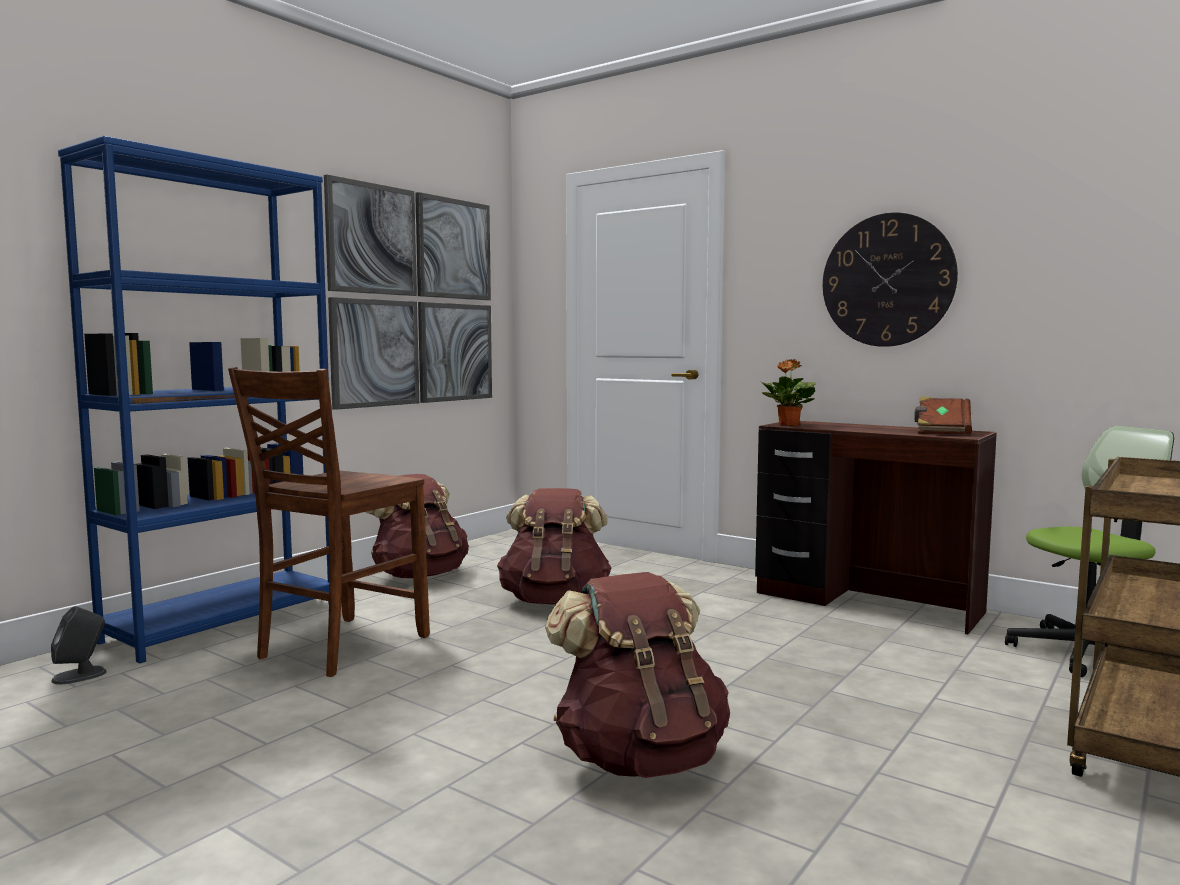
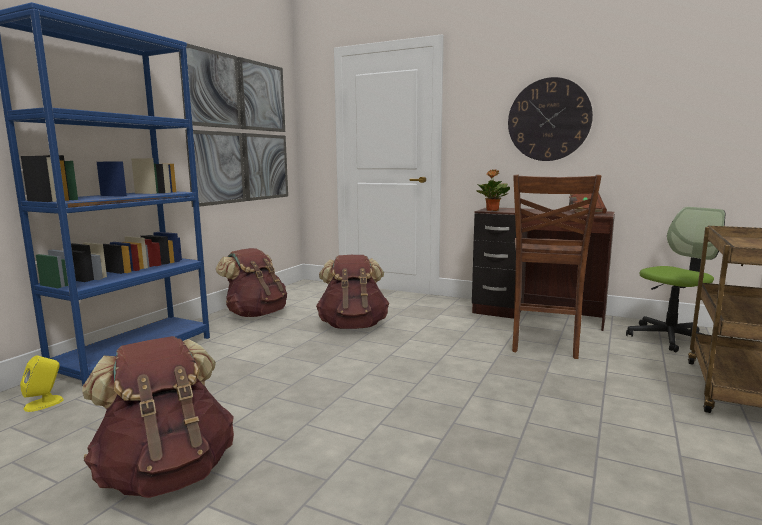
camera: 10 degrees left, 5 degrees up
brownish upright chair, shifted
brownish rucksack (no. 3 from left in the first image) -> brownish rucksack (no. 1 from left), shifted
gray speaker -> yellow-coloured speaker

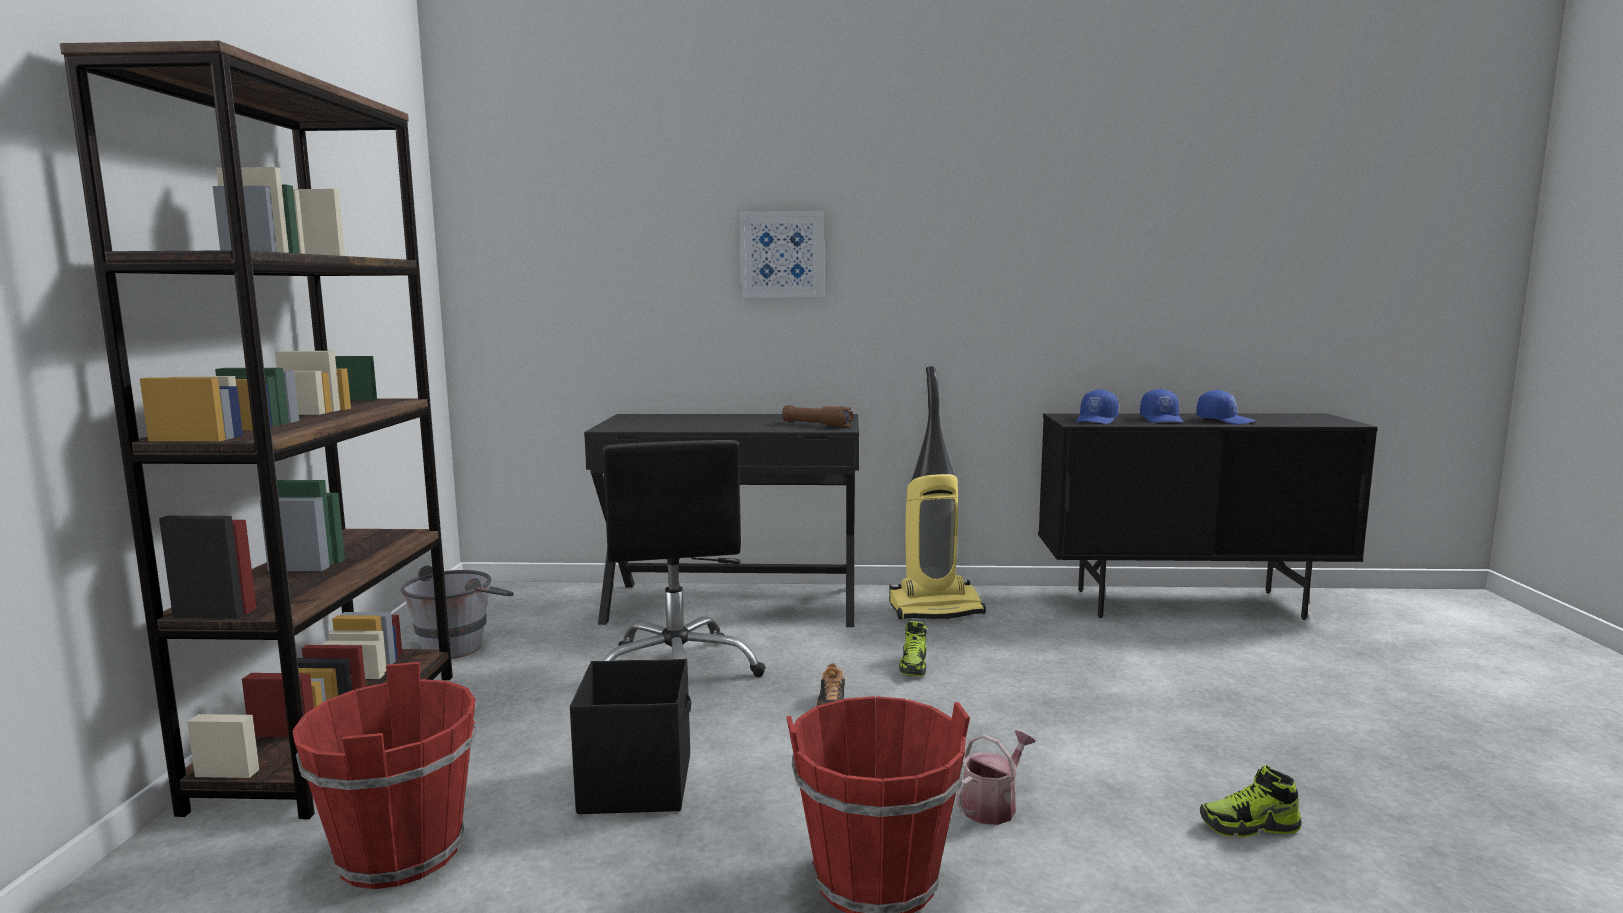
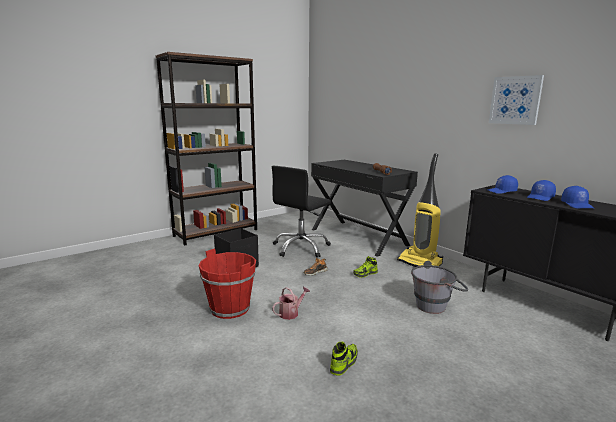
camera: 50 degrees right, 5 degrees up
picture, shifted
gray water bucket, shifted
red water bucket (no. 1 from left) -> none
watering can, 45 degrees counterclockwise
item of footwear (no. 3 from left in the first image) -> item of footwear (no. 2 from left), 75 degrees clockwise

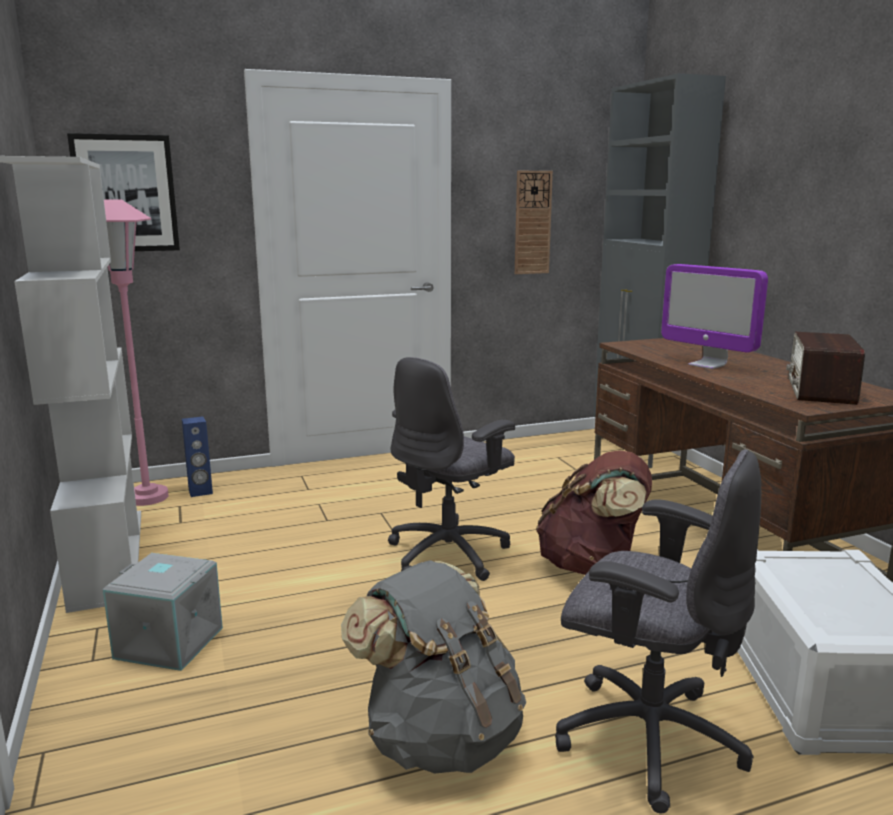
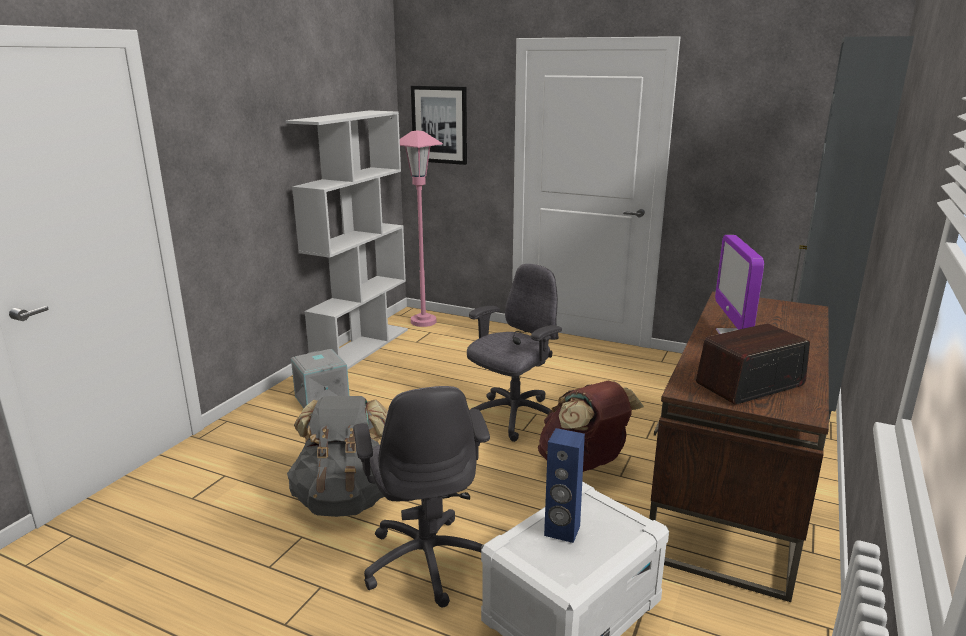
camera: 45 degrees right, 5 degrees up
clock on the wall -> none
gray computer chair (no. 1 from left in the first image) -> gray computer chair (no. 2 from left), 135 degrees clockwise
blue-coloured speaker, shifted

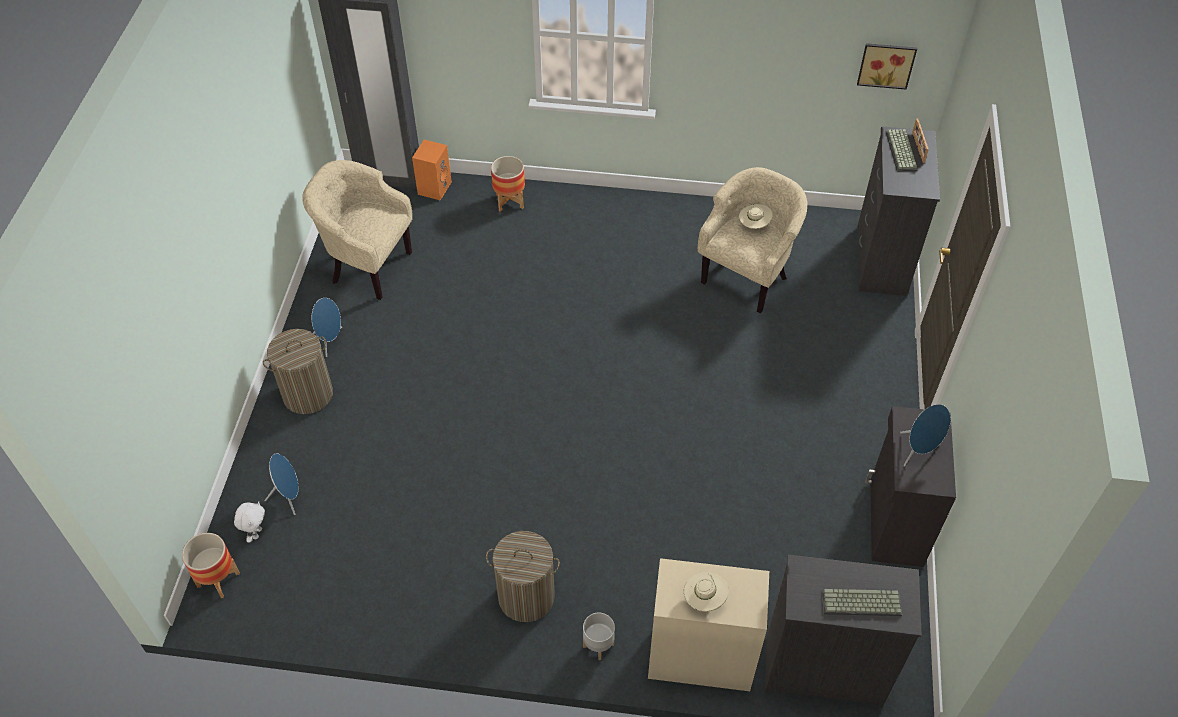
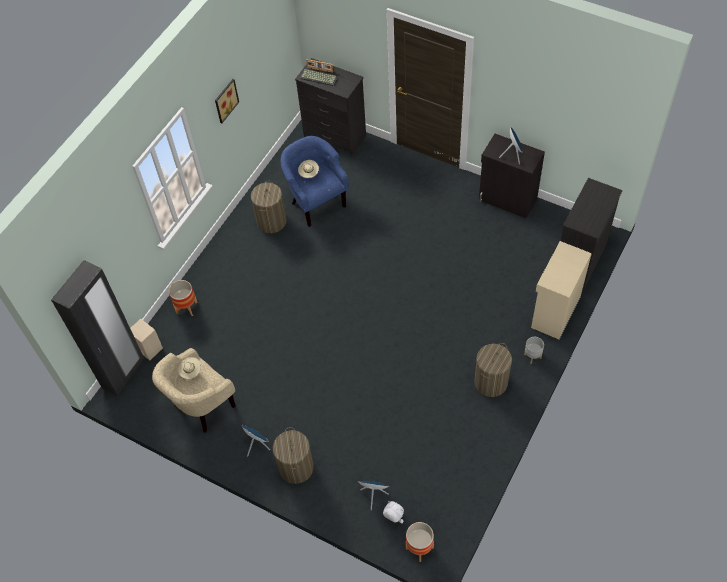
camera: 65 degrees left, 5 degrees up
picture, shifted
orange speaker -> beige speaker
beige lounge chair (no. 2 from left) -> blue-coloured lounge chair
beige wearable hat (no. 1 from left), shifted
keyboard (no. 1 from left) -> none
none -> hamper (no. 1 from left)

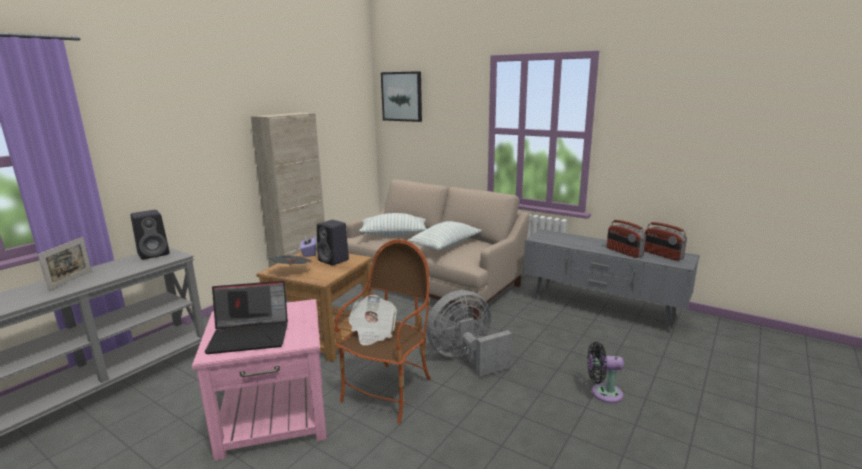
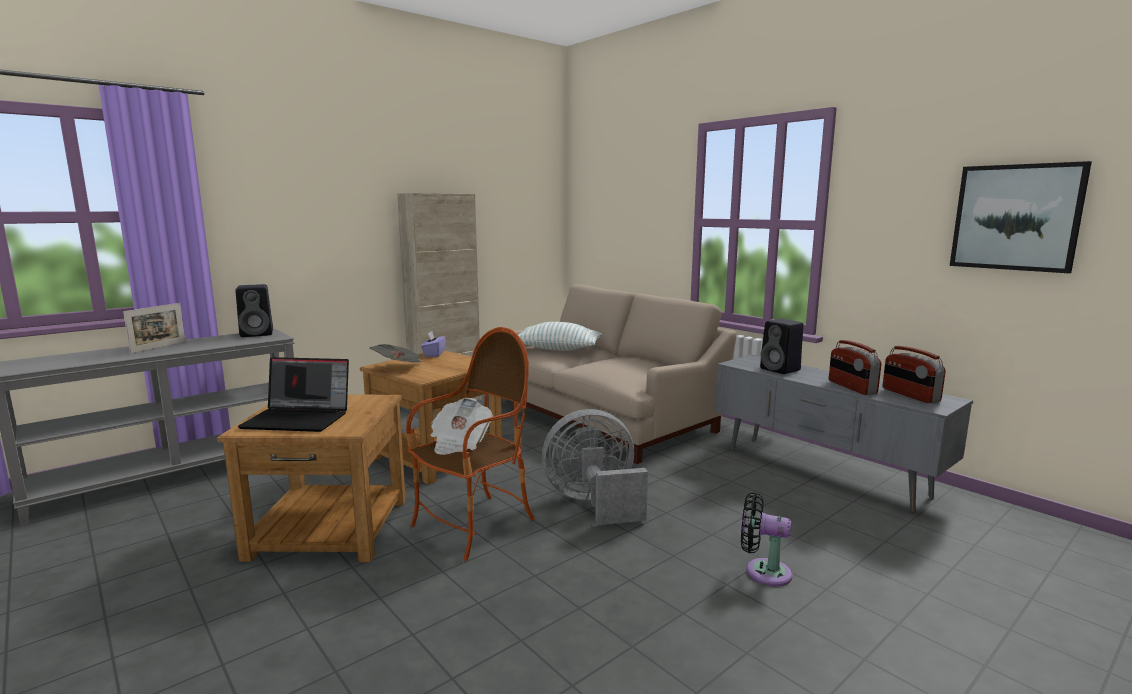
camera: 15 degrees right, 5 degrees down
picture, shifted
black-coloured speaker (no. 2 from left), shifted
cushion (no. 2 from left) -> none
pinkish accent table -> brownish accent table (no. 1 from left)

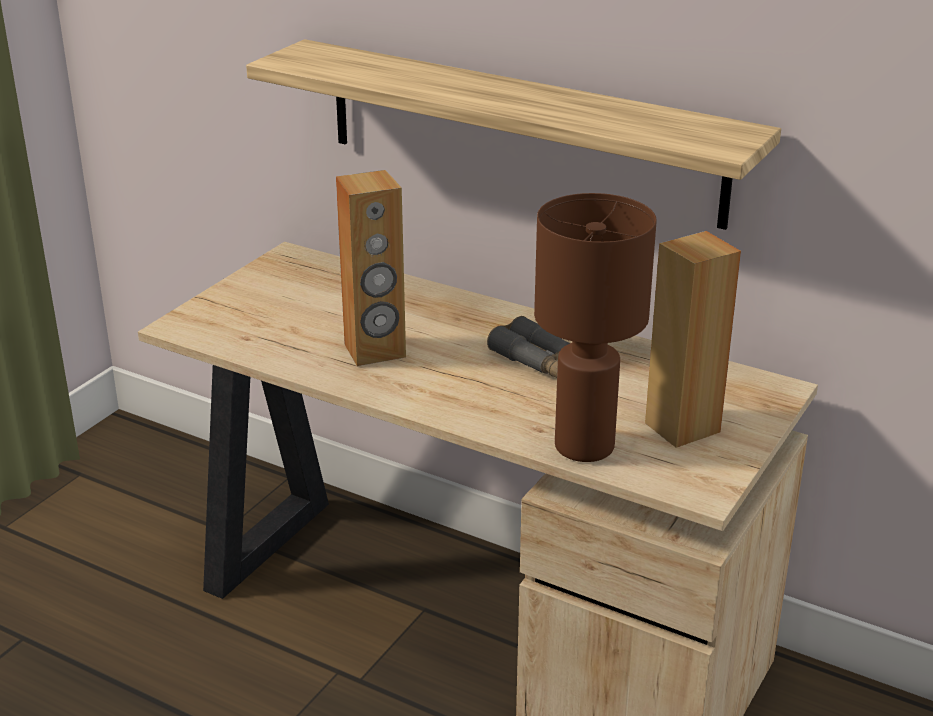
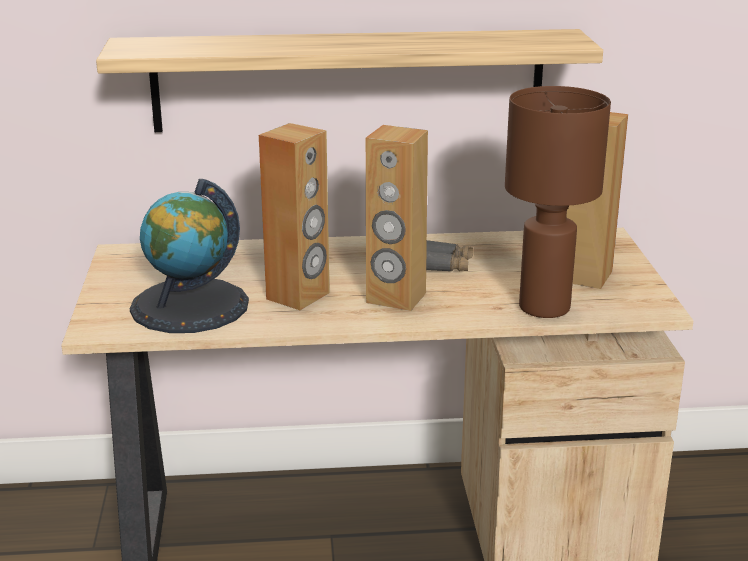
camera: 35 degrees left, 5 degrees down
none -> brownish speaker (no. 2 from left)
none -> world globe

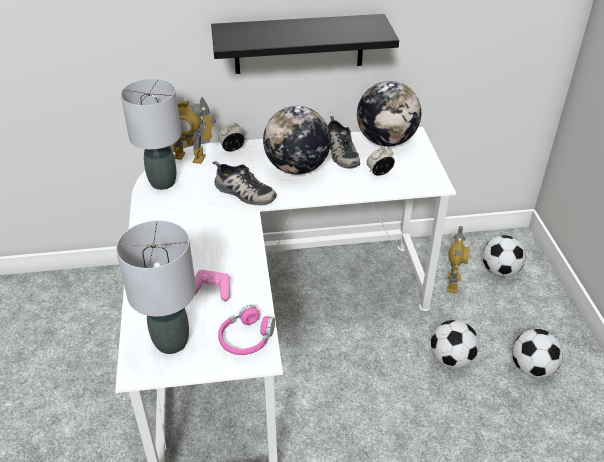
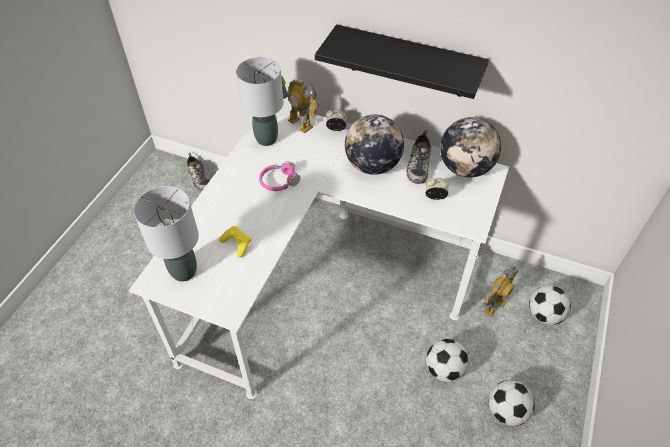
camera: 30 degrees right, 10 degrees up
item of footwear (no. 1 from left), shifted
pinkish game controller -> yellow-coloured game controller
pinkish pair of headphones, shifted

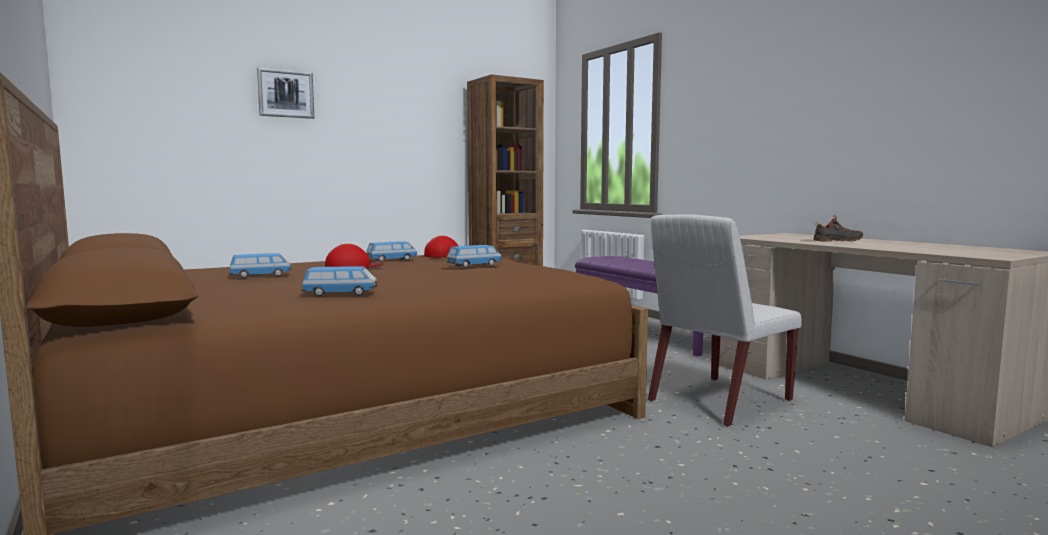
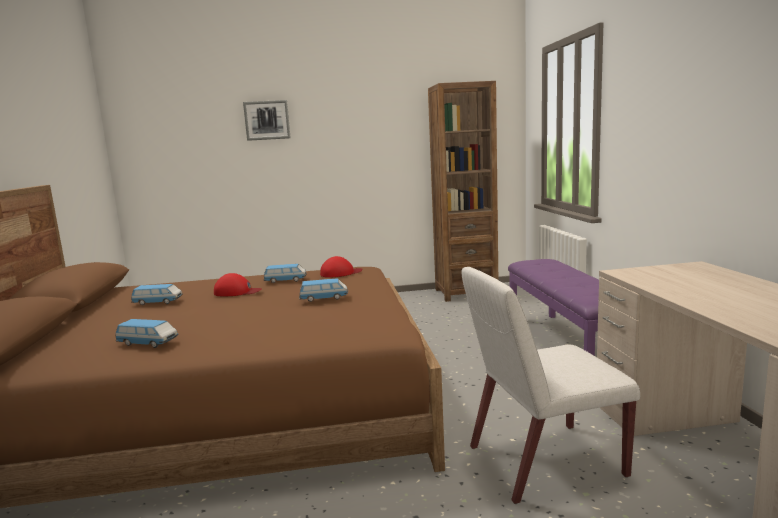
camera: 25 degrees right, 5 degrees up
black-coloured item of footwear -> none

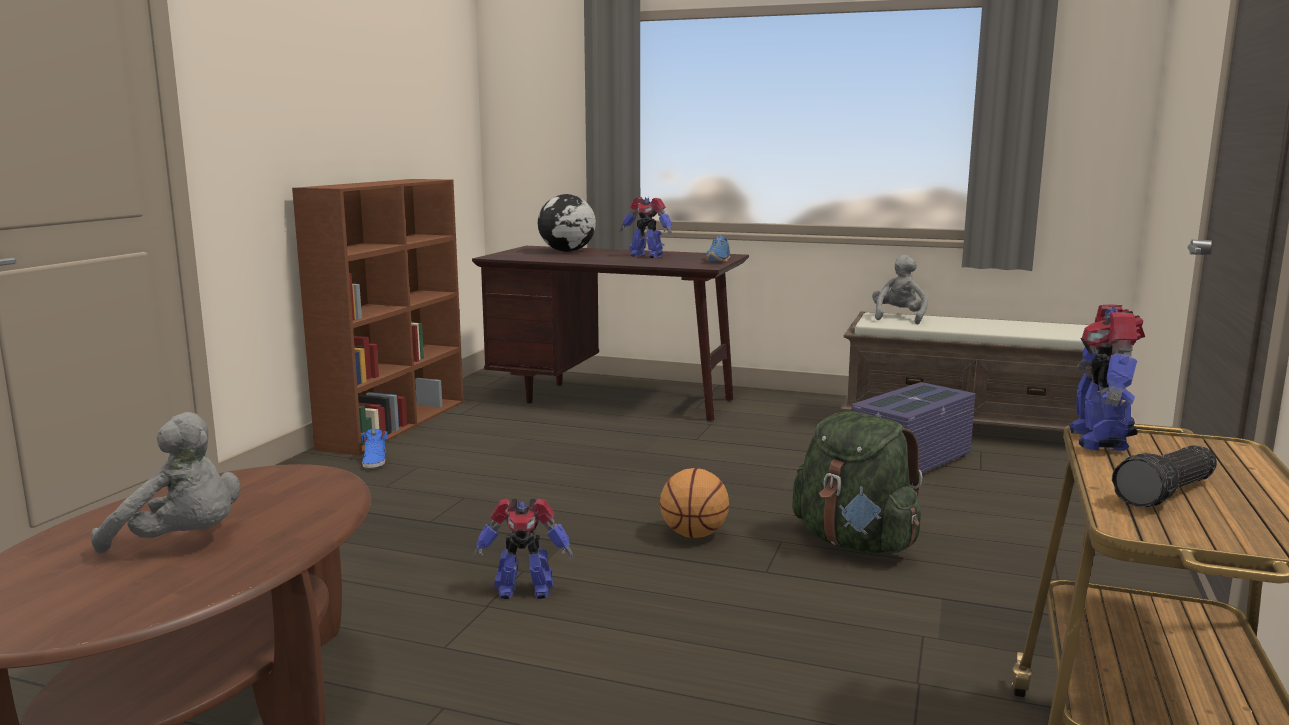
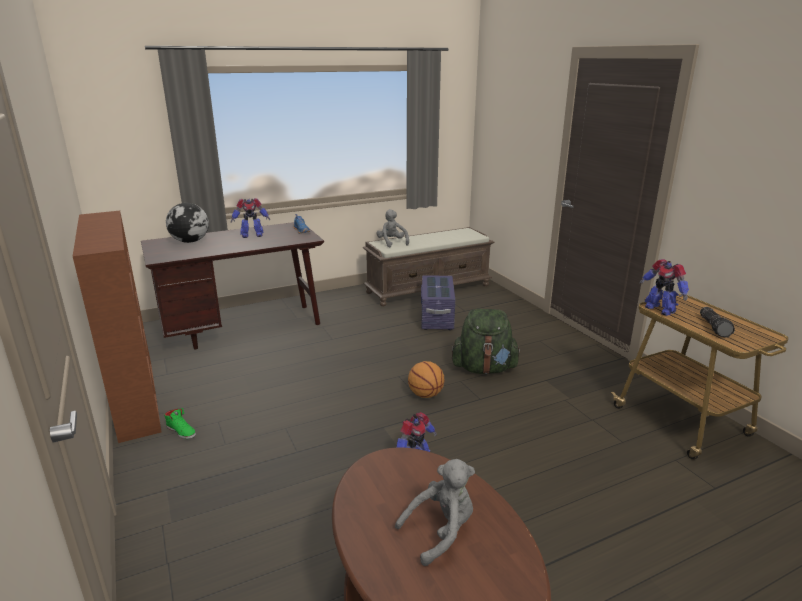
camera: 45 degrees left, 10 degrees up
blue-coloured item of footwear (no. 1 from left) -> green item of footwear

